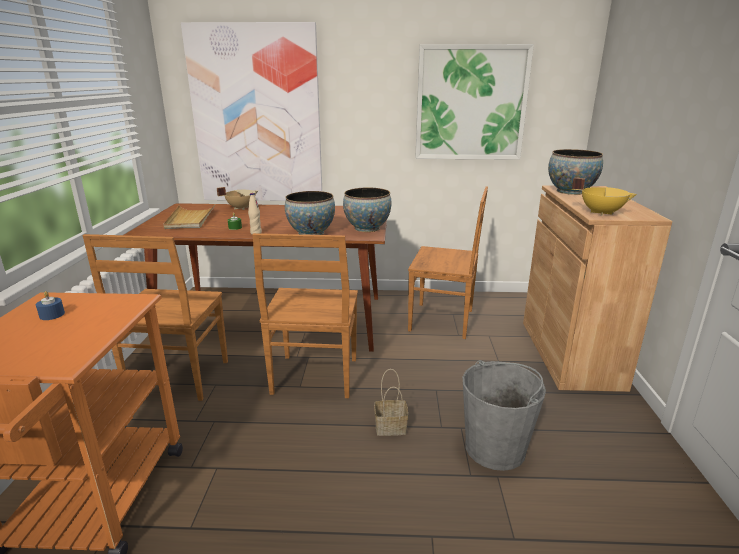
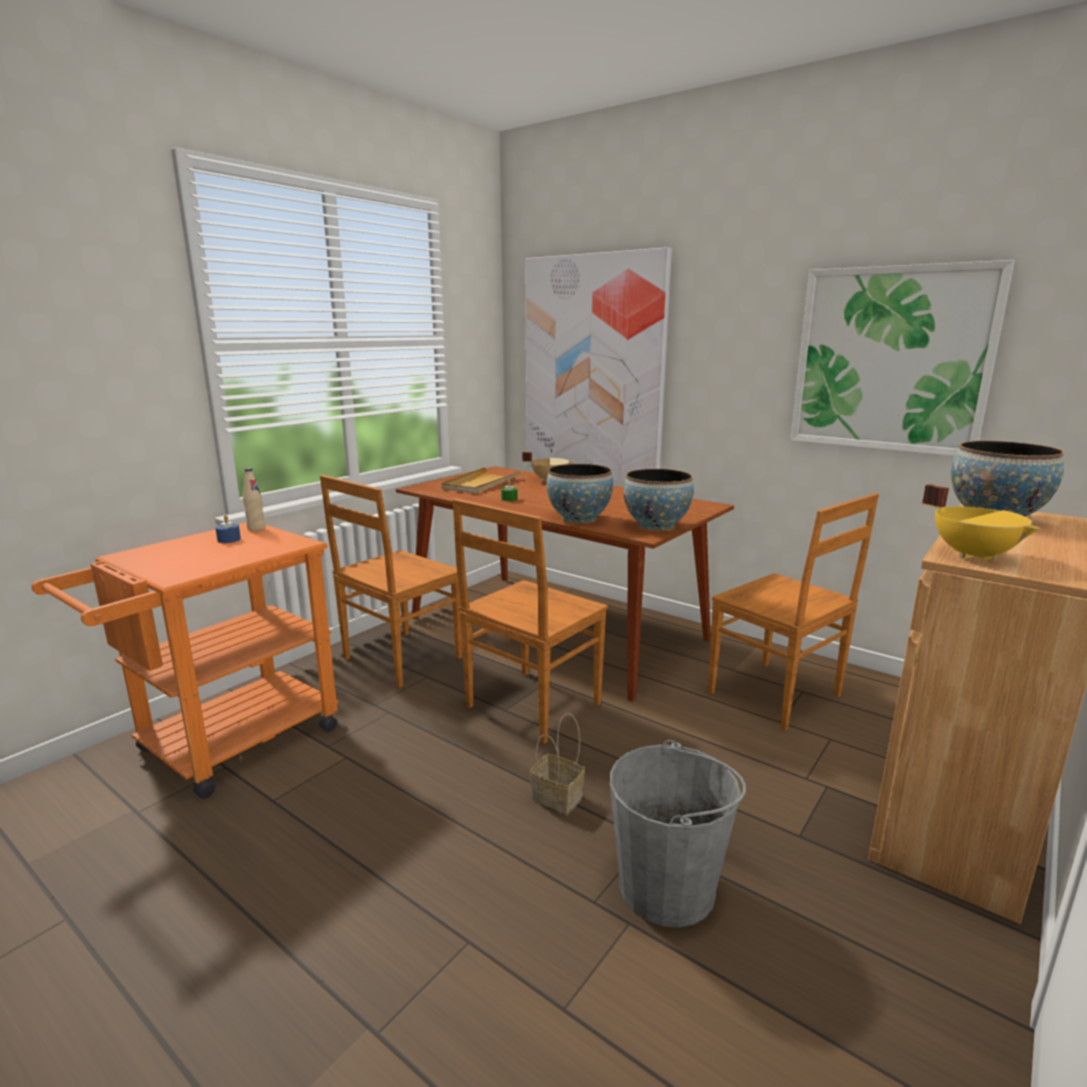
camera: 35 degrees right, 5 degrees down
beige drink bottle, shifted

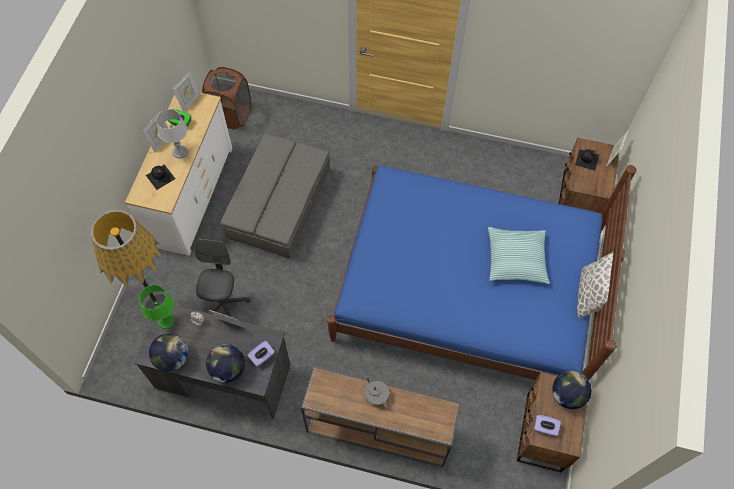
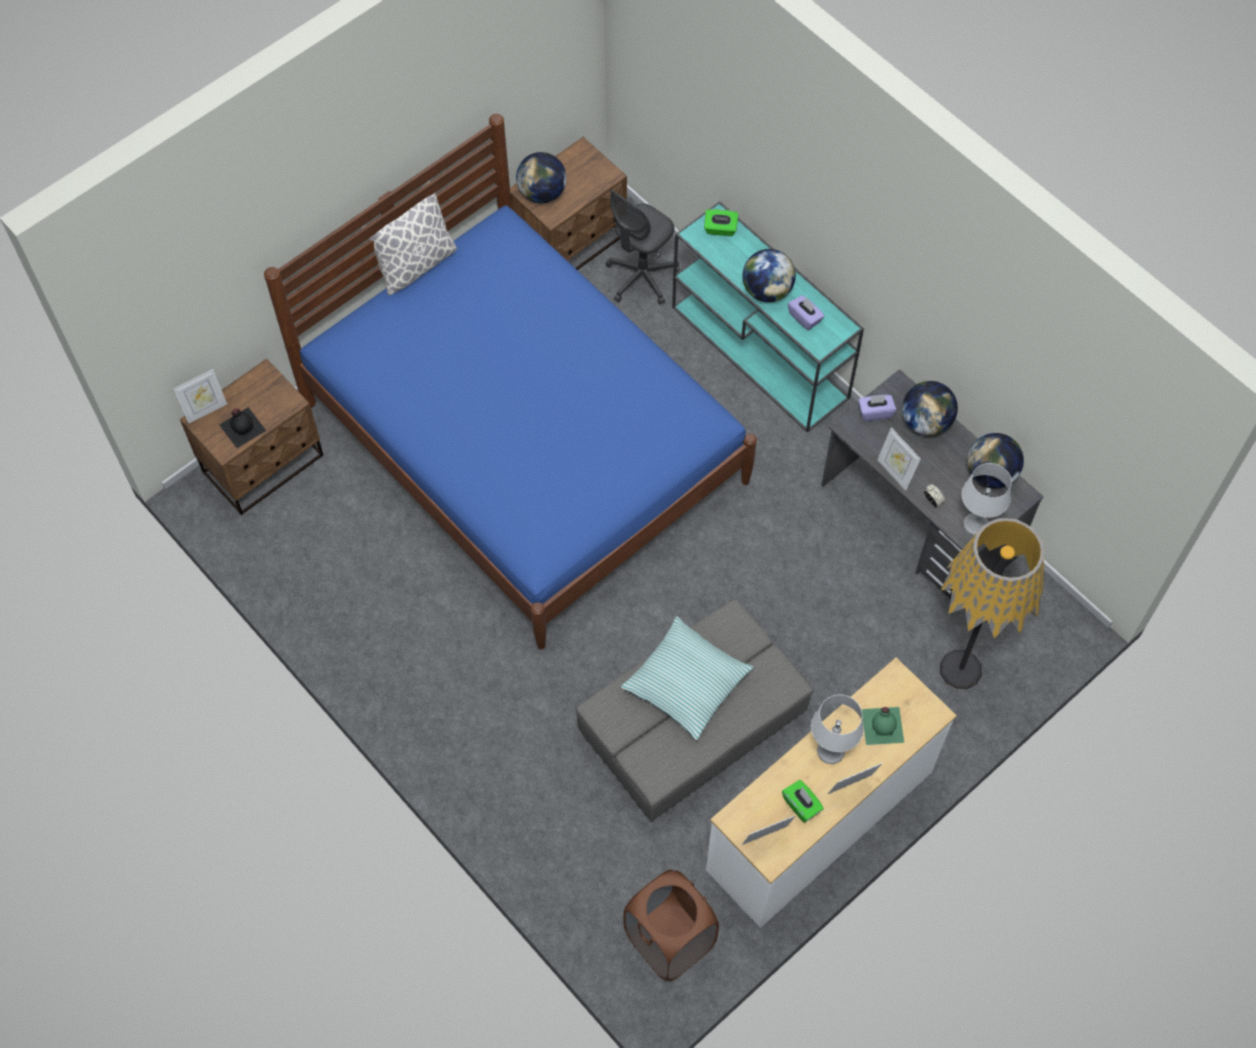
camera: 145 degrees left, 0 degrees up
black-coloured drink bottle (no. 1 from left) -> green drink bottle
cushion (no. 1 from left in the first image) -> cushion (no. 2 from left), shifted
gray computer chair, shifted
green table lamp -> gray table lamp (no. 2 from left)
brownish console table -> blue-green console table
gray teapot -> world globe (no. 2 from left)
purple-coloured box of tissues (no. 2 from left in the first image) -> purple-coloured box of tissues (no. 1 from left), shifted
none -> green box of tissues (no. 1 from left)

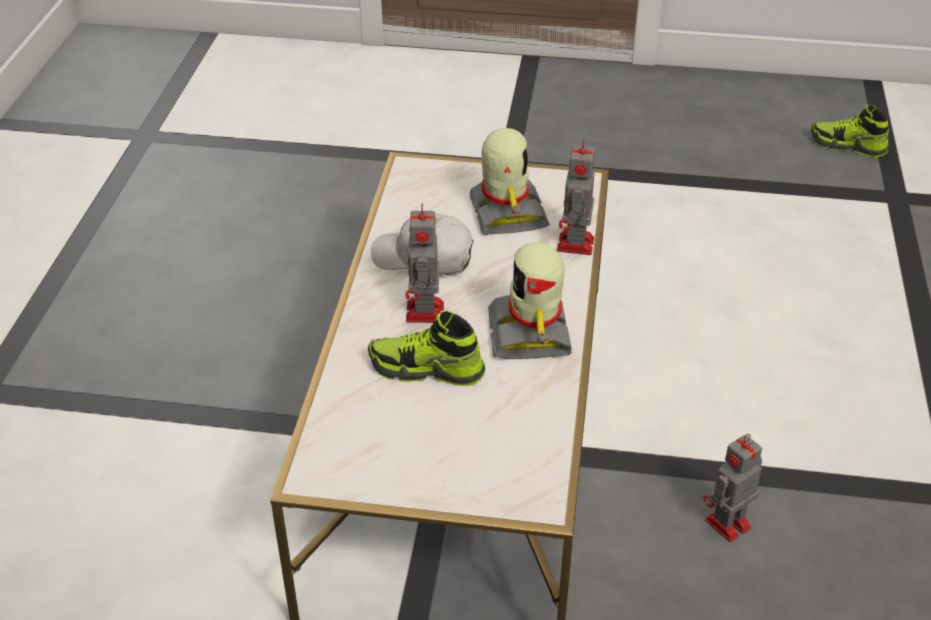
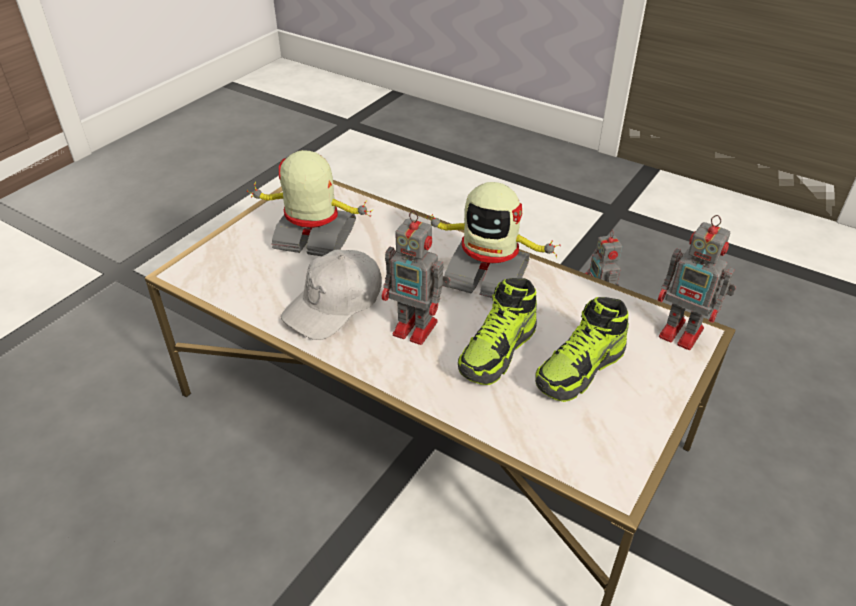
camera: 65 degrees left, 0 degrees up
item of footwear (no. 2 from left), shifted
model robot (no. 4 from left in the first image) -> model robot (no. 5 from left), shifted

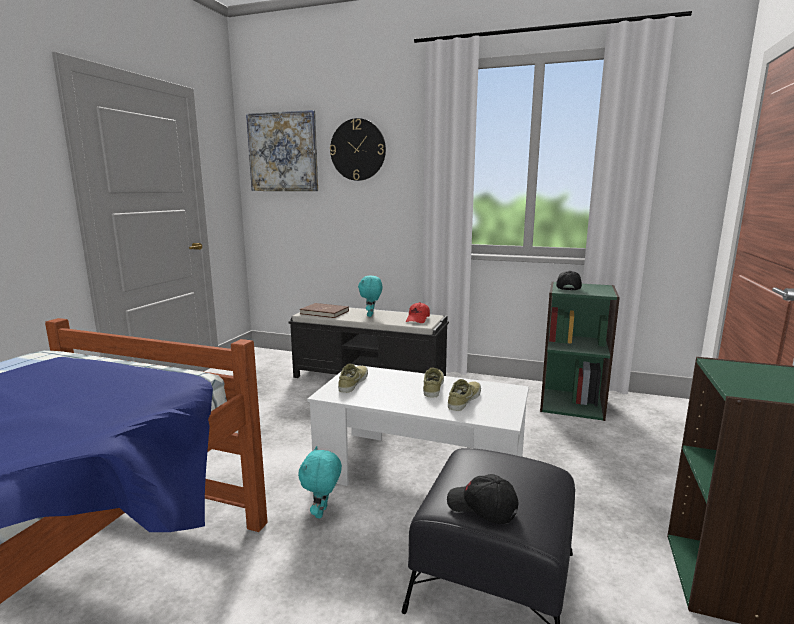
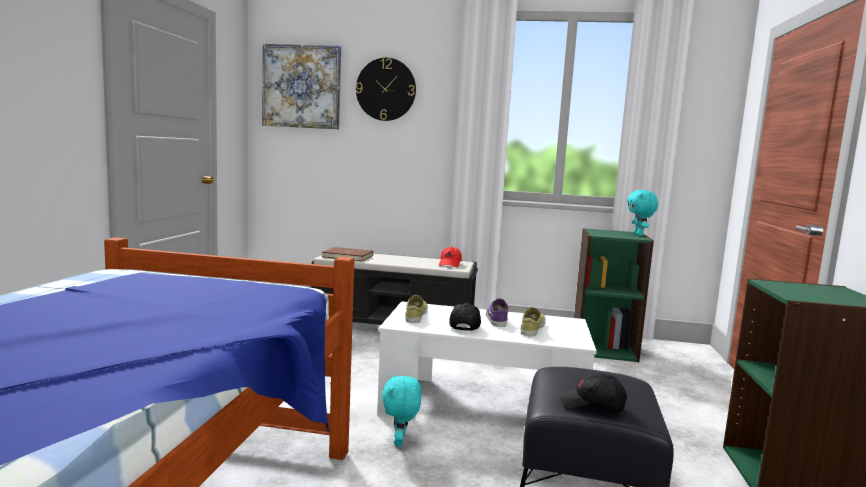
camera: 10 degrees left, 5 degrees down
black-coloured baseball cap (no. 2 from left in the first image) -> black-coloured baseball cap (no. 1 from left), shifted
blue-green soft toy (no. 2 from left), shifted
beige item of footwear (no. 2 from left) -> purple-coloured item of footwear

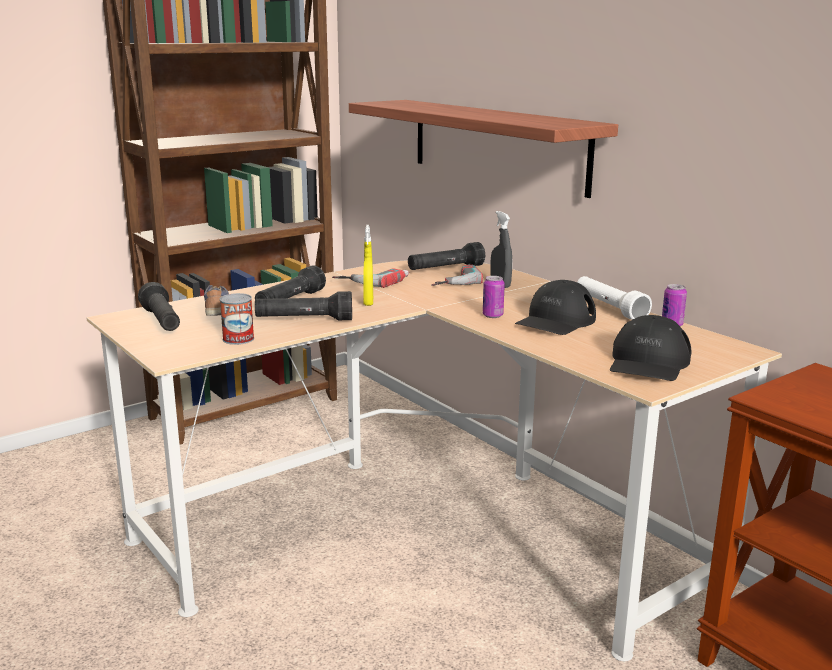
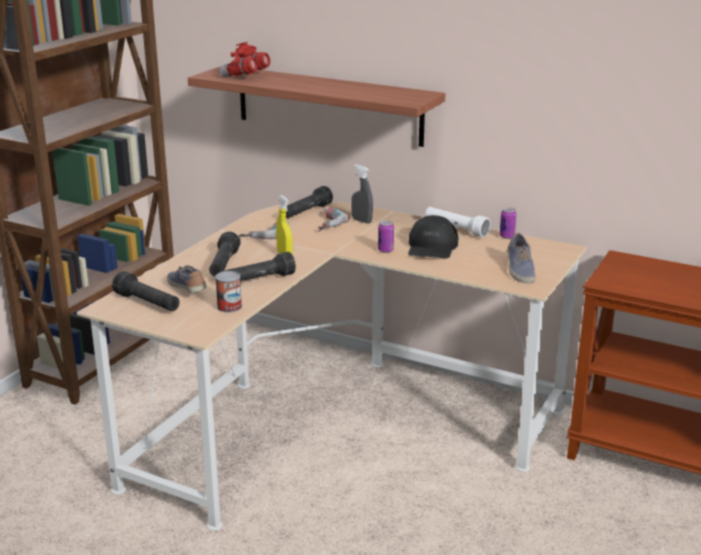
camera: 25 degrees left, 5 degrees up
black-coloured baseball cap (no. 2 from left) -> item of footwear (no. 2 from left)
none -> red field glasses

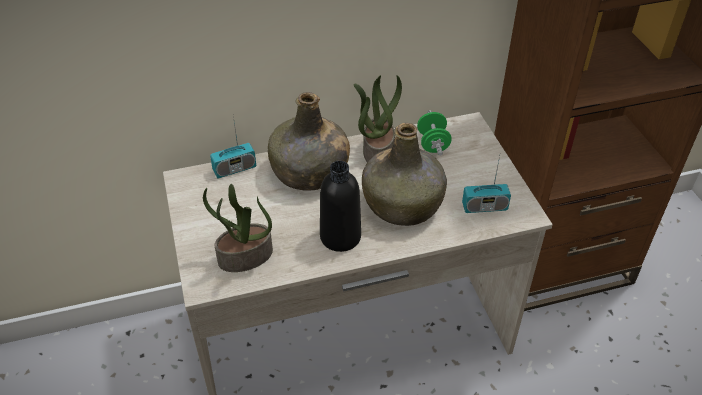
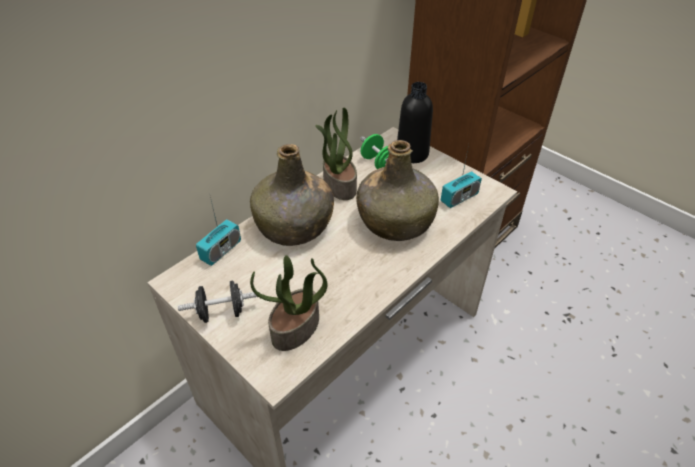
camera: 30 degrees left, 0 degrees up
black-coloured drink bottle, shifted
none -> black-coloured hand weight

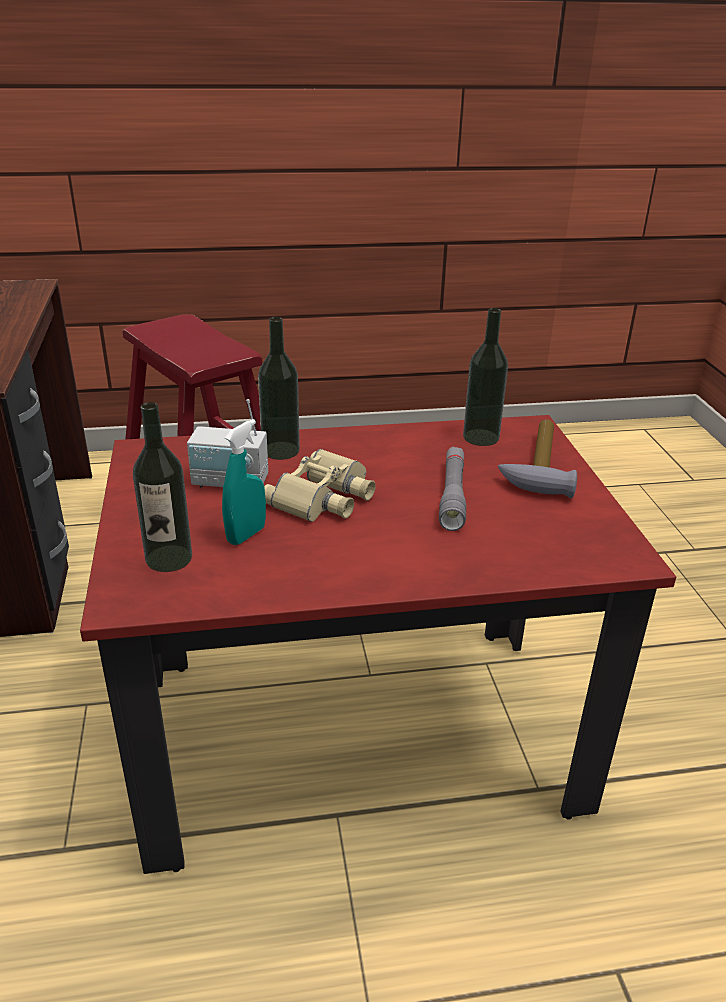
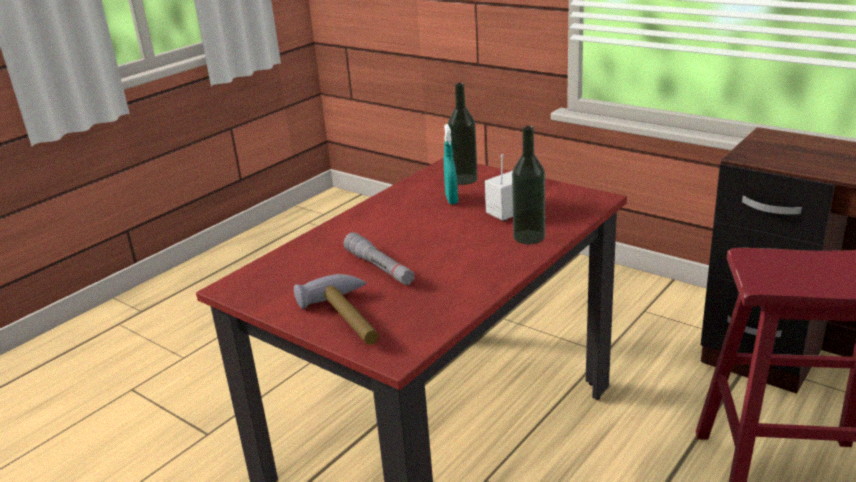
camera: 140 degrees right, 5 degrees down
drink bottle (no. 3 from left) -> none
beige field glasses -> none

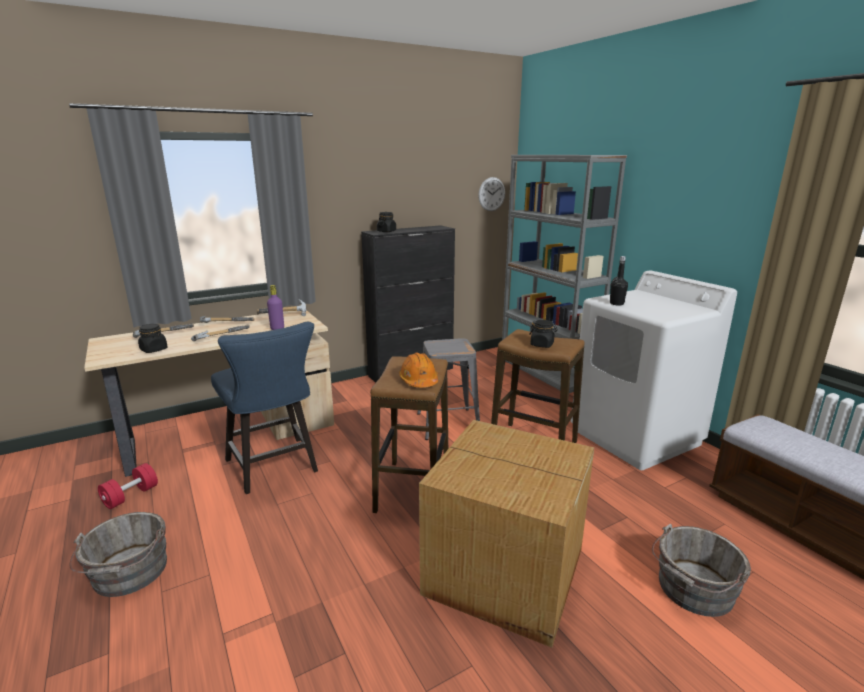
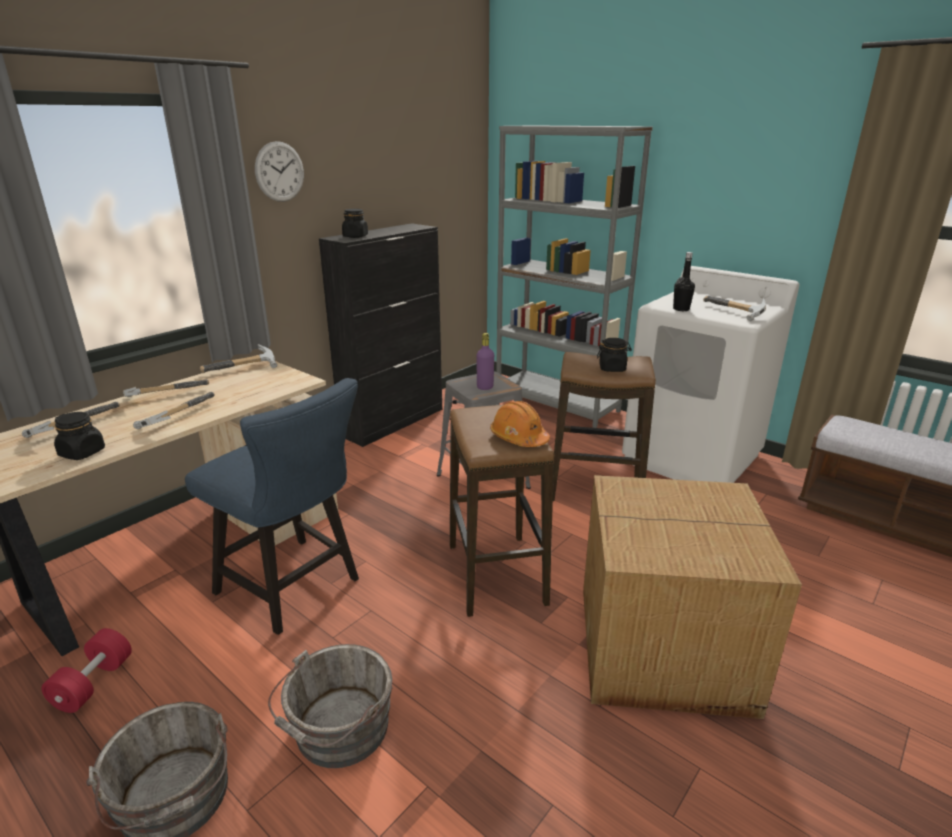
camera: 20 degrees left, 5 degrees up
clock on the wall, shifted
purple-coloured drink bottle, shifted
gray water bucket (no. 2 from left), shifted
none -> hand hammer (no. 5 from left)

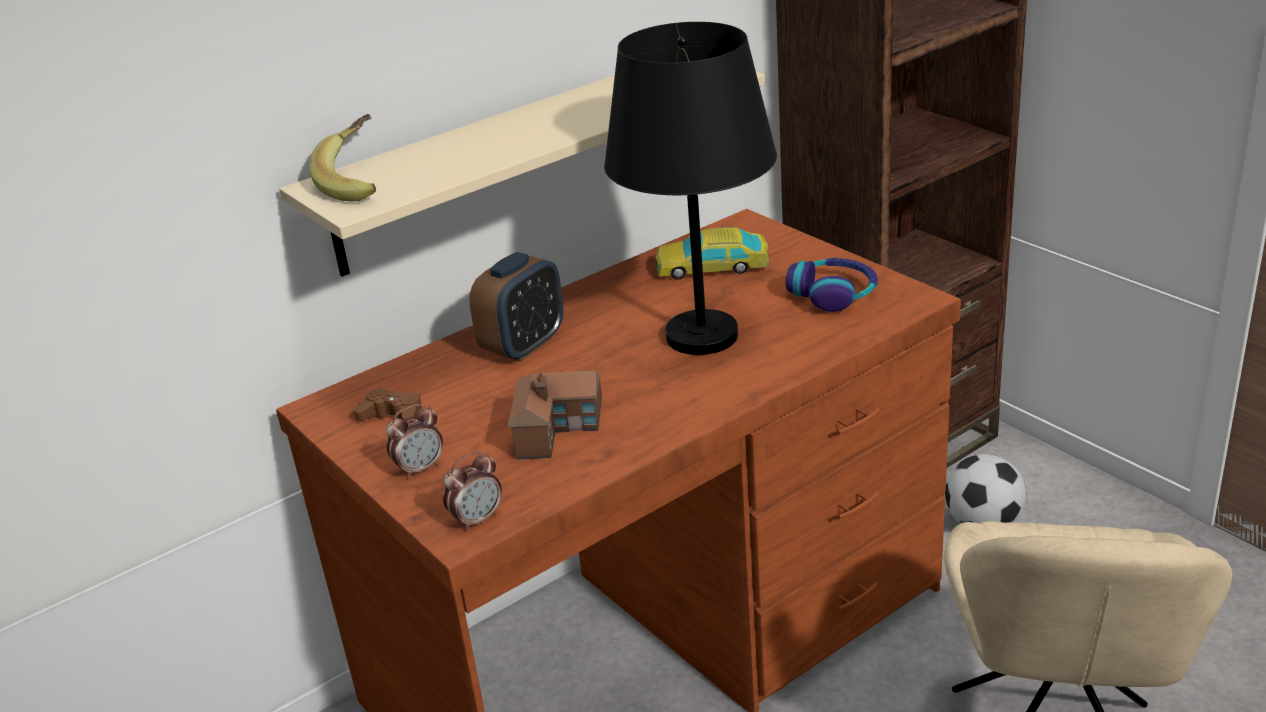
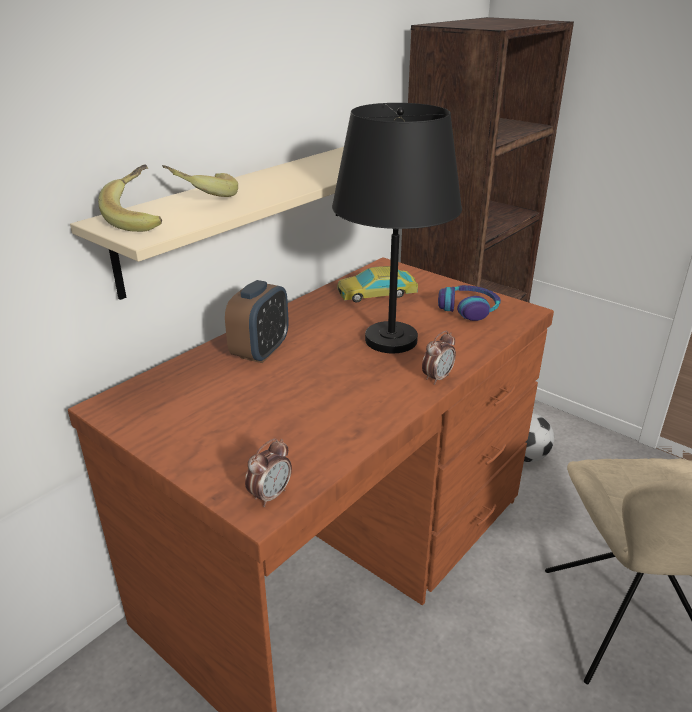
camera: 15 degrees left, 0 degrees up
toy house -> none
brownish game controller -> none
alarm clock (no. 1 from left in the first image) -> alarm clock (no. 3 from left), shifted
none -> whole banana (no. 2 from left)

